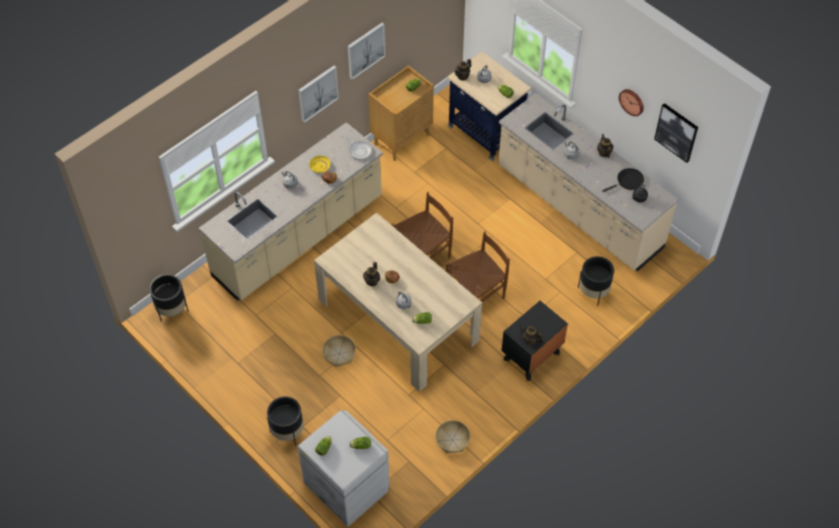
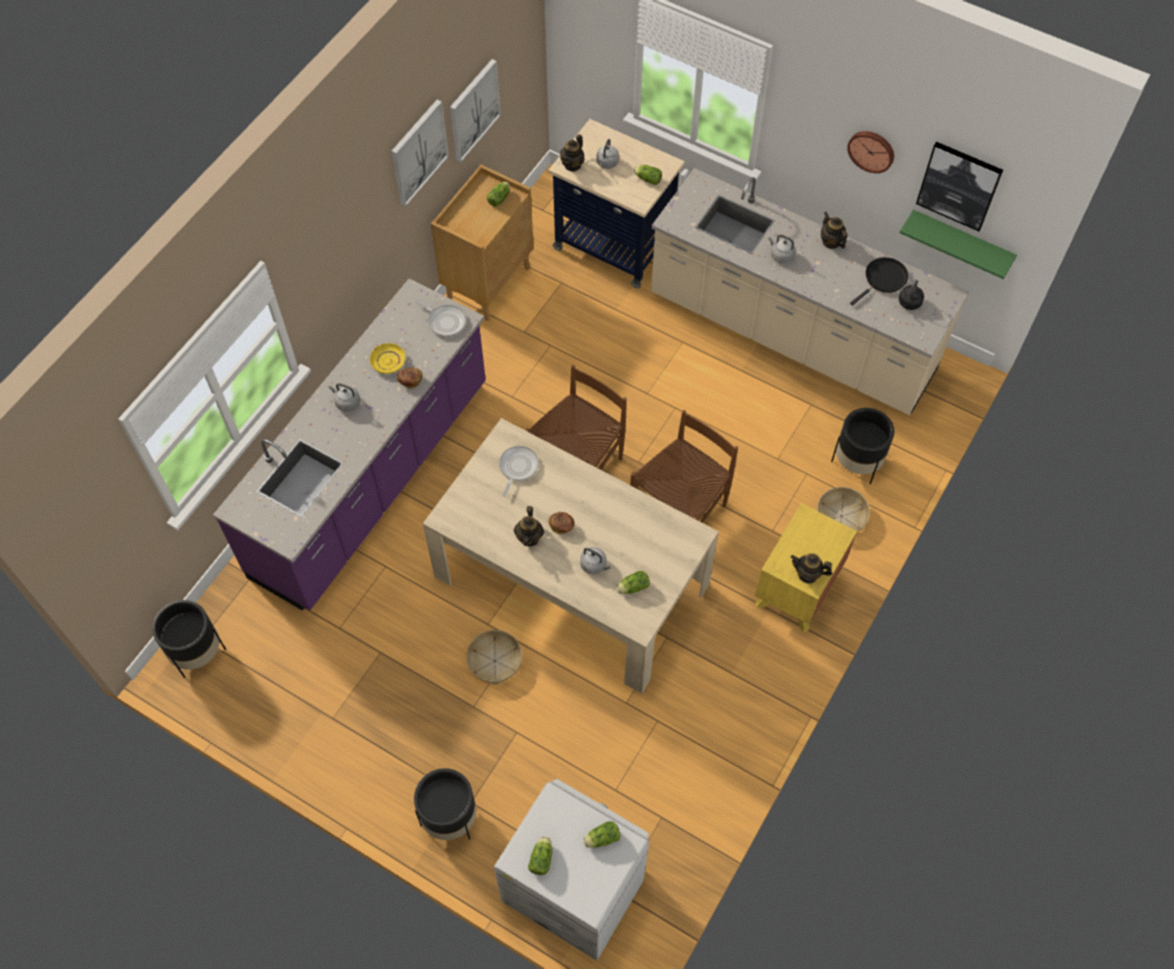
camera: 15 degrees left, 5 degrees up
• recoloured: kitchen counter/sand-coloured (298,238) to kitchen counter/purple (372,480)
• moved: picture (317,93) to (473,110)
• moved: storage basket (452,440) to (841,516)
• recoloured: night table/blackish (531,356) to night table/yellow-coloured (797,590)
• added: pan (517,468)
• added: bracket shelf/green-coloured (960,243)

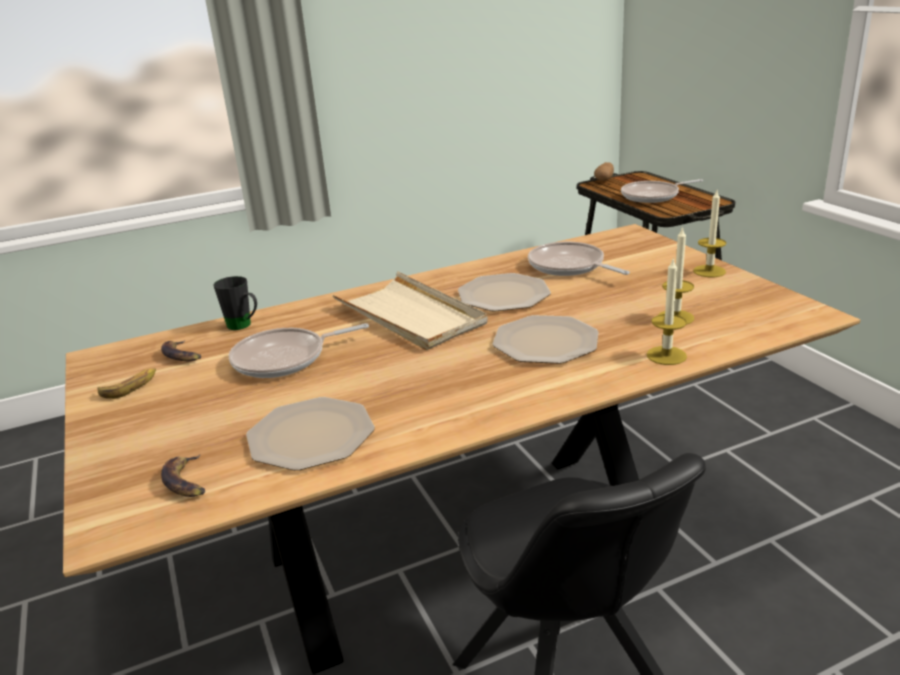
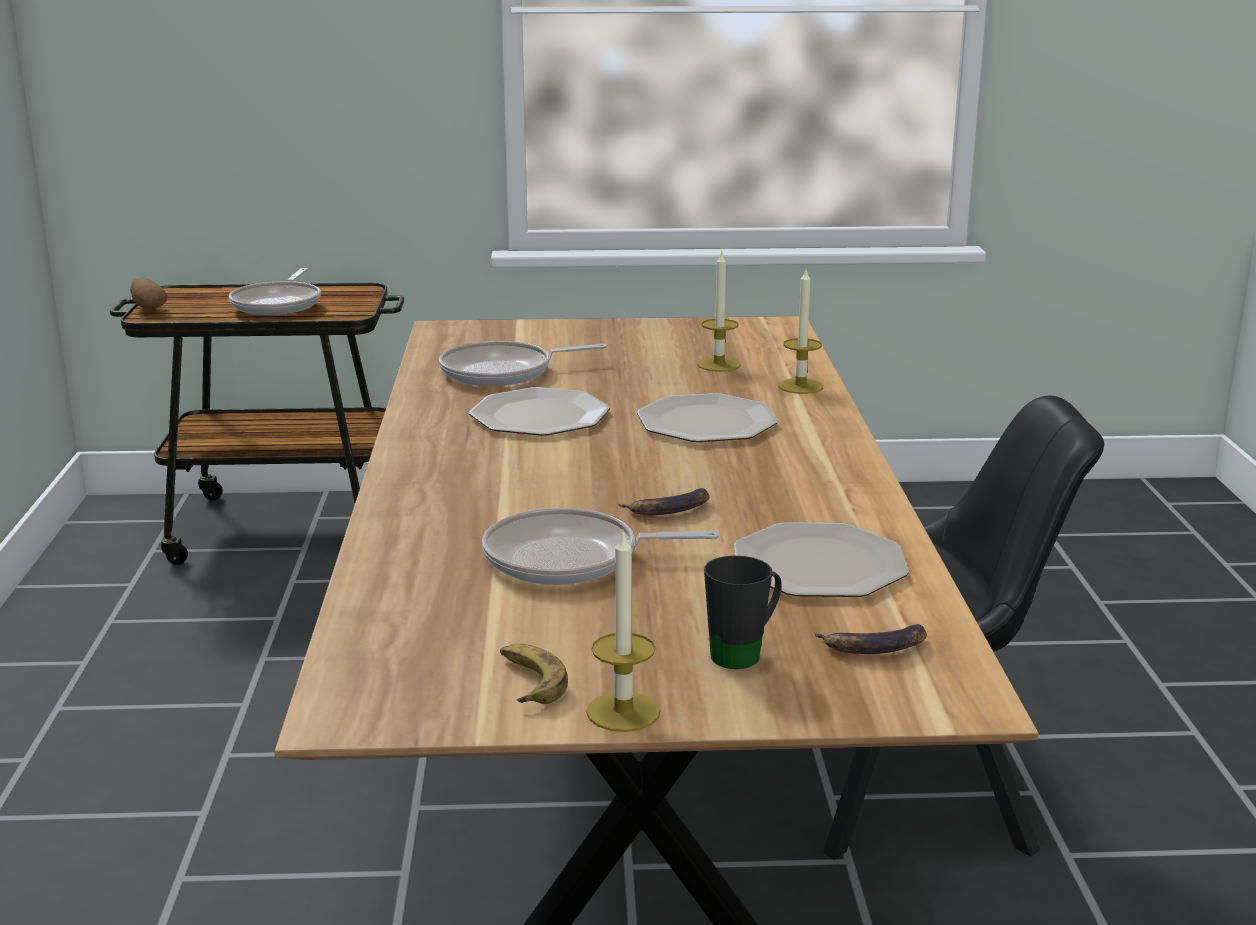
camera: 70 degrees left, 5 degrees down
• moved: whole banana (182,355) to (669,509)
• moved: tea mug/blackish (244,326) to (745,653)
• turned: pan (285,359) = (570,559) 90 degrees clockwise
• removed: serving tray/sand-coloured (410,315)
• moved: wax candle (709,271) to (623,712)

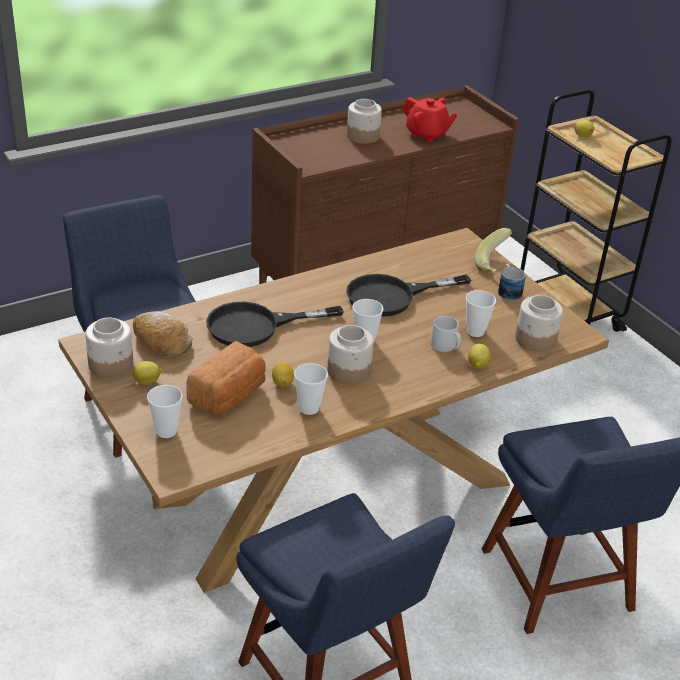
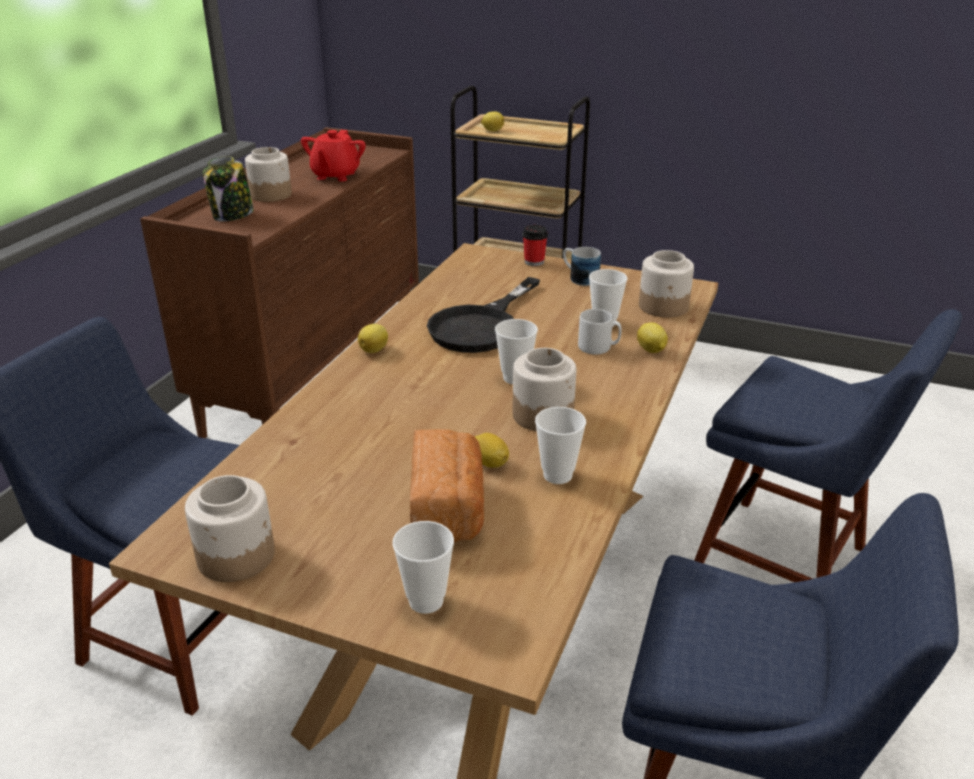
camera: 35 degrees left, 5 degrees down
• removed: bakery bread (161,341)
• moved: lemon (147,381) to (374,350)
• removed: pan/blackish (256,326)
• turned: tea pot/red (427,134) = (335,176) 105 degrees clockwise
• replaced: whole banana (494,264) to cup (534,262)
• added: jar (232,215)

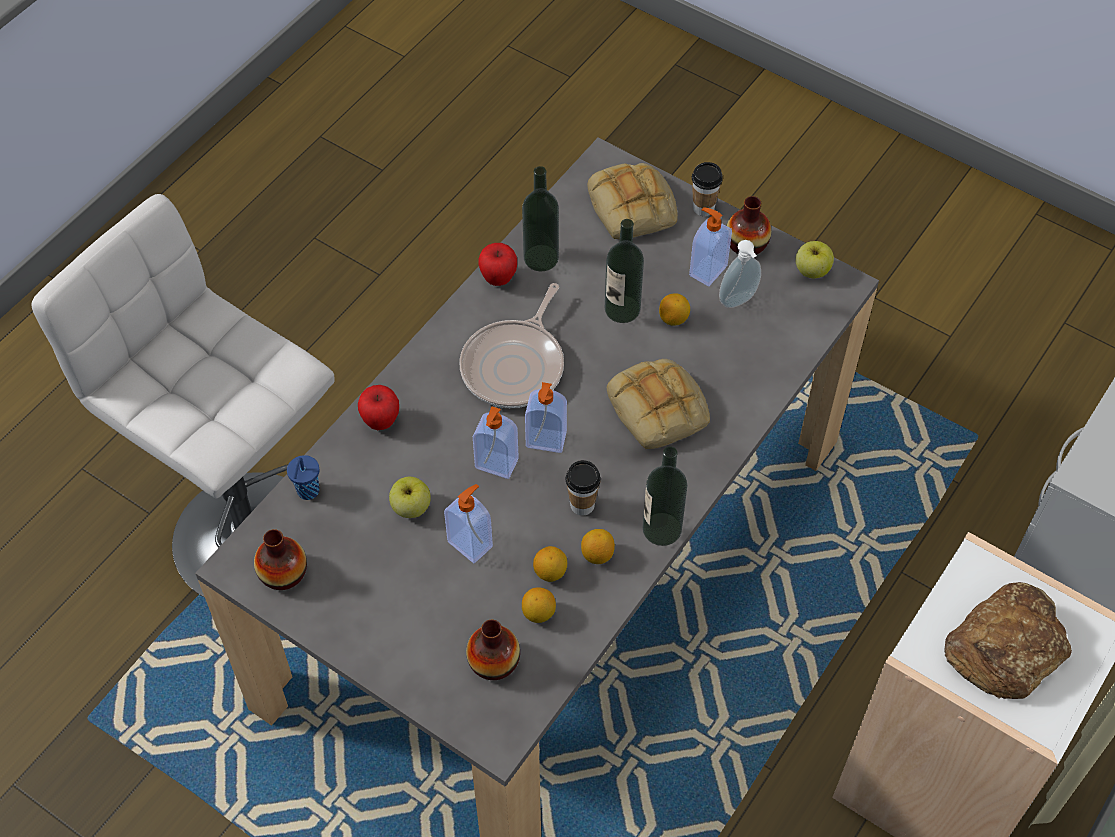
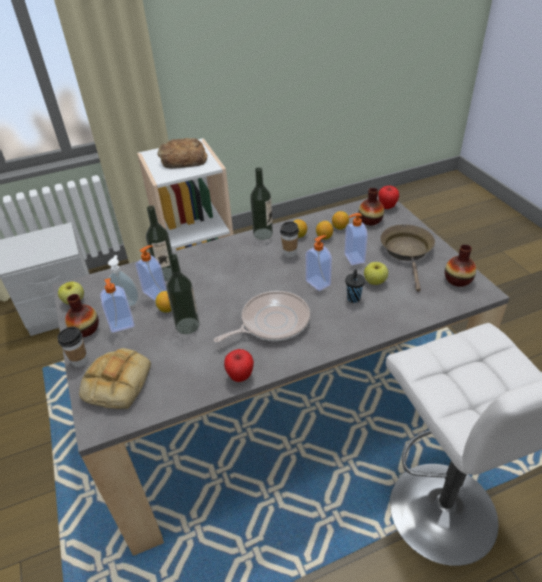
camera: 145 degrees left, 15 degrees down
• removed: cup/bluish (307,492)
• moved: whole apple (381,421) to (387,207)
• moved: beverage bottle (541,258) to (166,274)
• moved: liquid soap bottle (546,441) to (155,292)
• removed: bakery bread (660,409)
• added: cup/blackish (353,299)
• added: pan/brown (407,252)

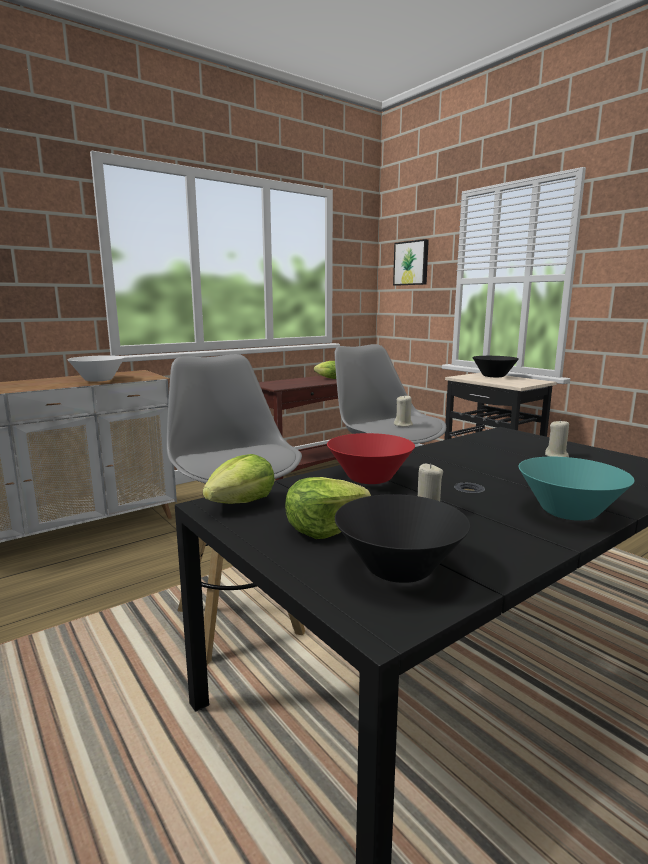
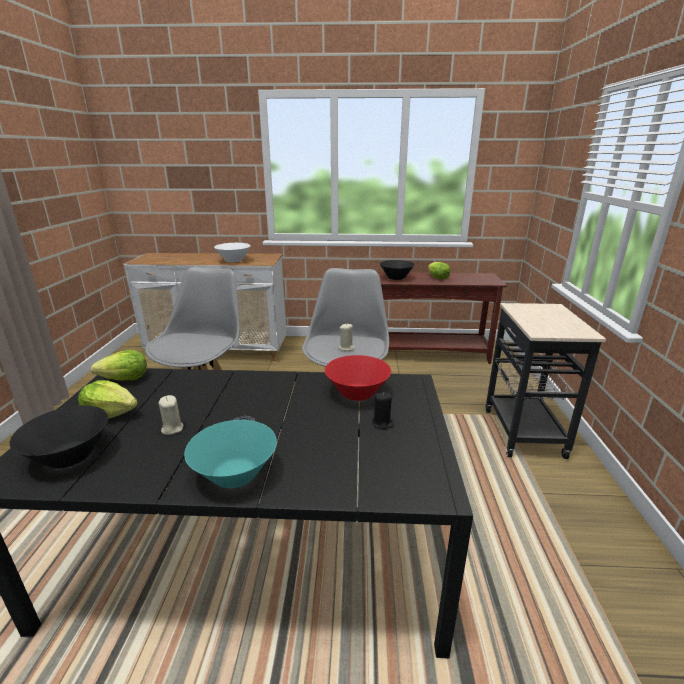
camera: 40 degrees right, 10 degrees up
• moved: serving bowl/red (369,478) to (357,393)
• removed: picture (411,263)
• moved: serving bowl/blackish (493,376) to (396,278)
• recoloured: wax candle/sand-coloured (556,455) to wax candle/blackish (382,423)

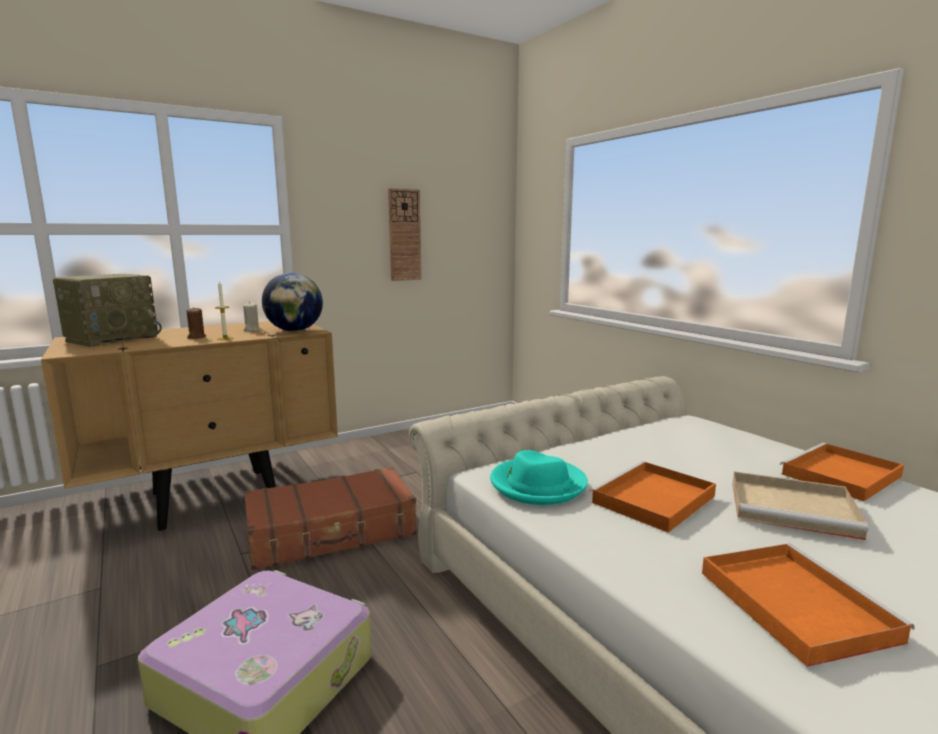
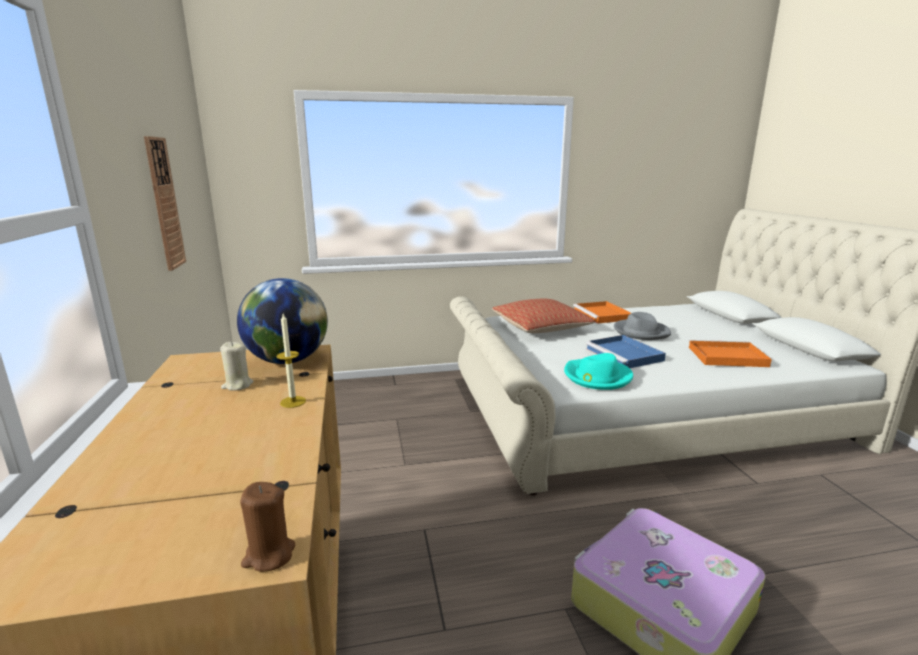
camera: 70 degrees left, 5 degrees up
• removed: radio receiver (113,339)
• moved: wax candle/brown (196,337) to (269,555)
• removed: piece of luggage/brown (332,532)
• recoloured: serving tray/orange-coloured (653,500) to serving tray/bluish (625,355)
• replaced: serving tray/sand-coloured (795,509) to clothing hat/greyish (641,332)
• added: pillow (541,328)

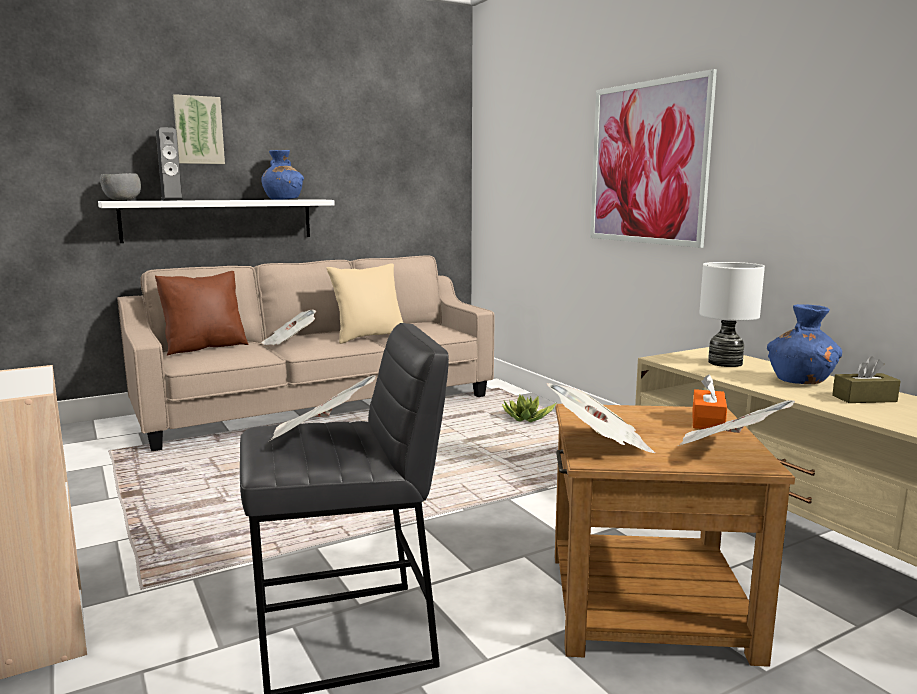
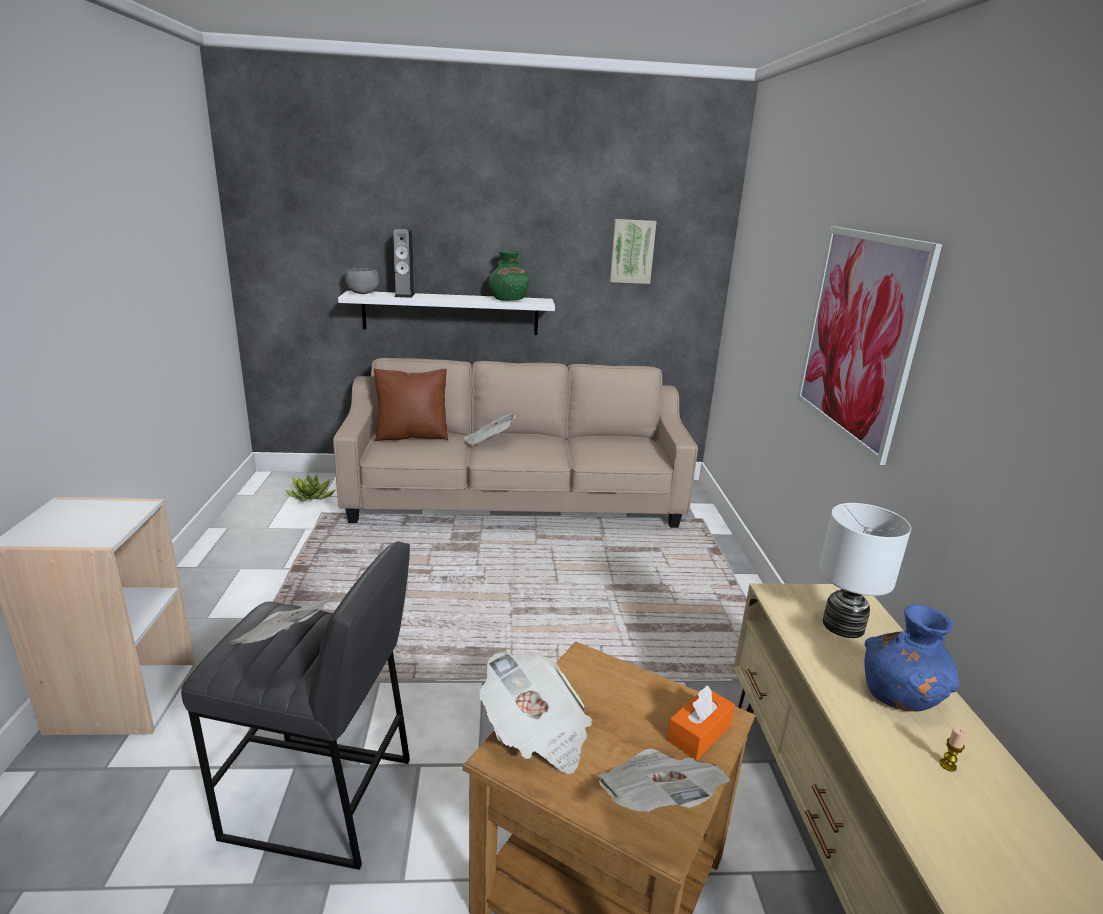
camera: 25 degrees right, 10 degrees up
• moved: picture (198,130) to (632,251)
• recoloured: vase/bluish (283,199) to vase/green-coloured (508,299)
• removed: pillow/sand-coloured (369,337)
• moved: potted plant (527,419) to (311,498)
• replaced: tissue holder/brown (864,398) to wax candle (947,765)

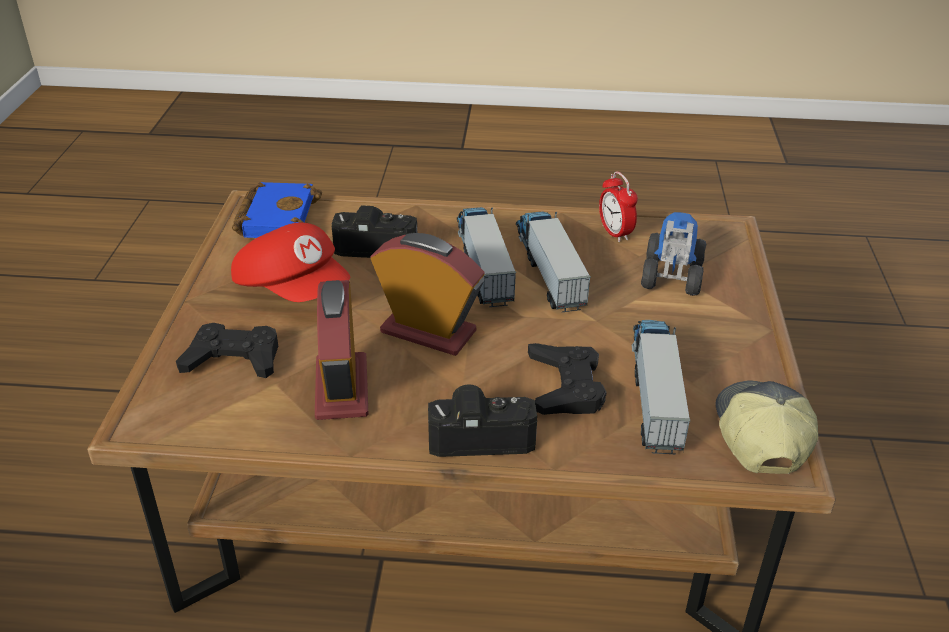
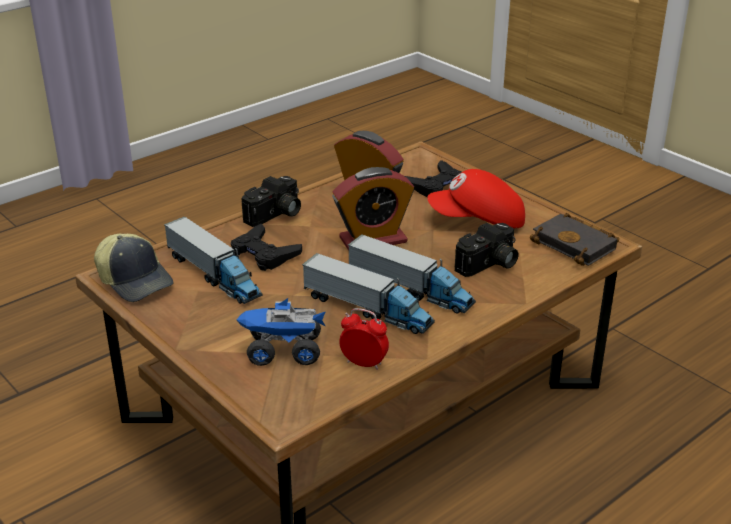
camera: 135 degrees right, 5 degrees down
• recoloured: bound book/bluish (276,216) to bound book/blackish (577,245)
• turned: toy truck (671,275) = (283,352) 120 degrees clockwise

